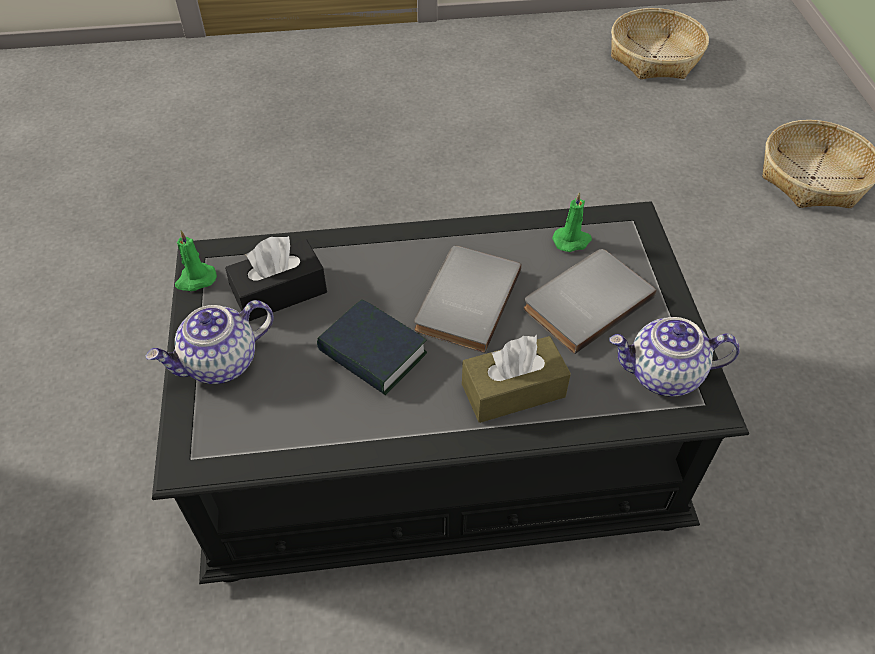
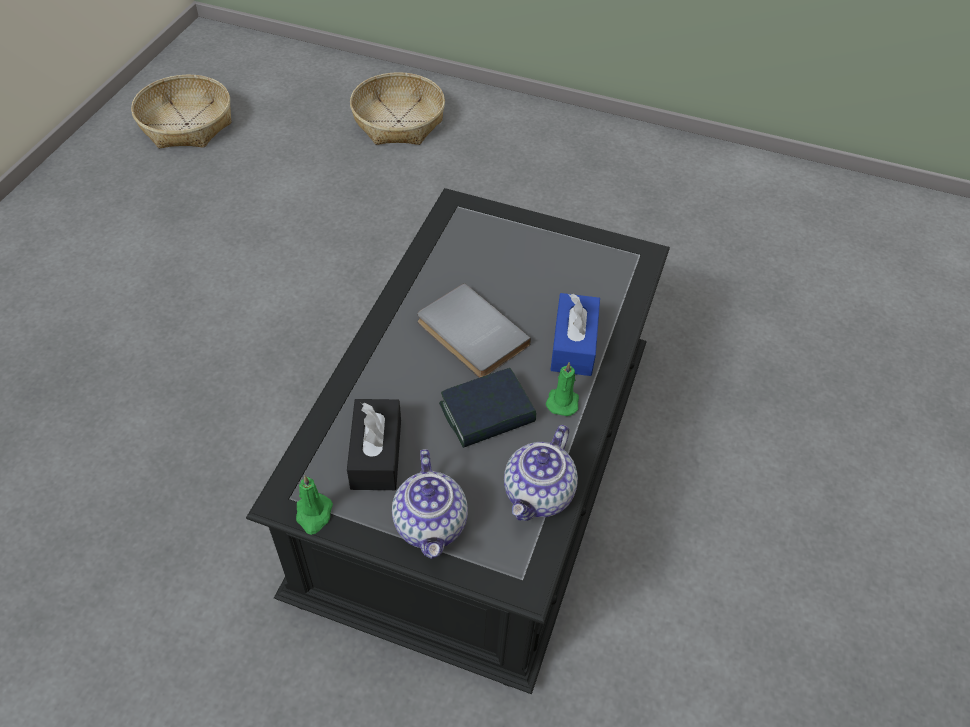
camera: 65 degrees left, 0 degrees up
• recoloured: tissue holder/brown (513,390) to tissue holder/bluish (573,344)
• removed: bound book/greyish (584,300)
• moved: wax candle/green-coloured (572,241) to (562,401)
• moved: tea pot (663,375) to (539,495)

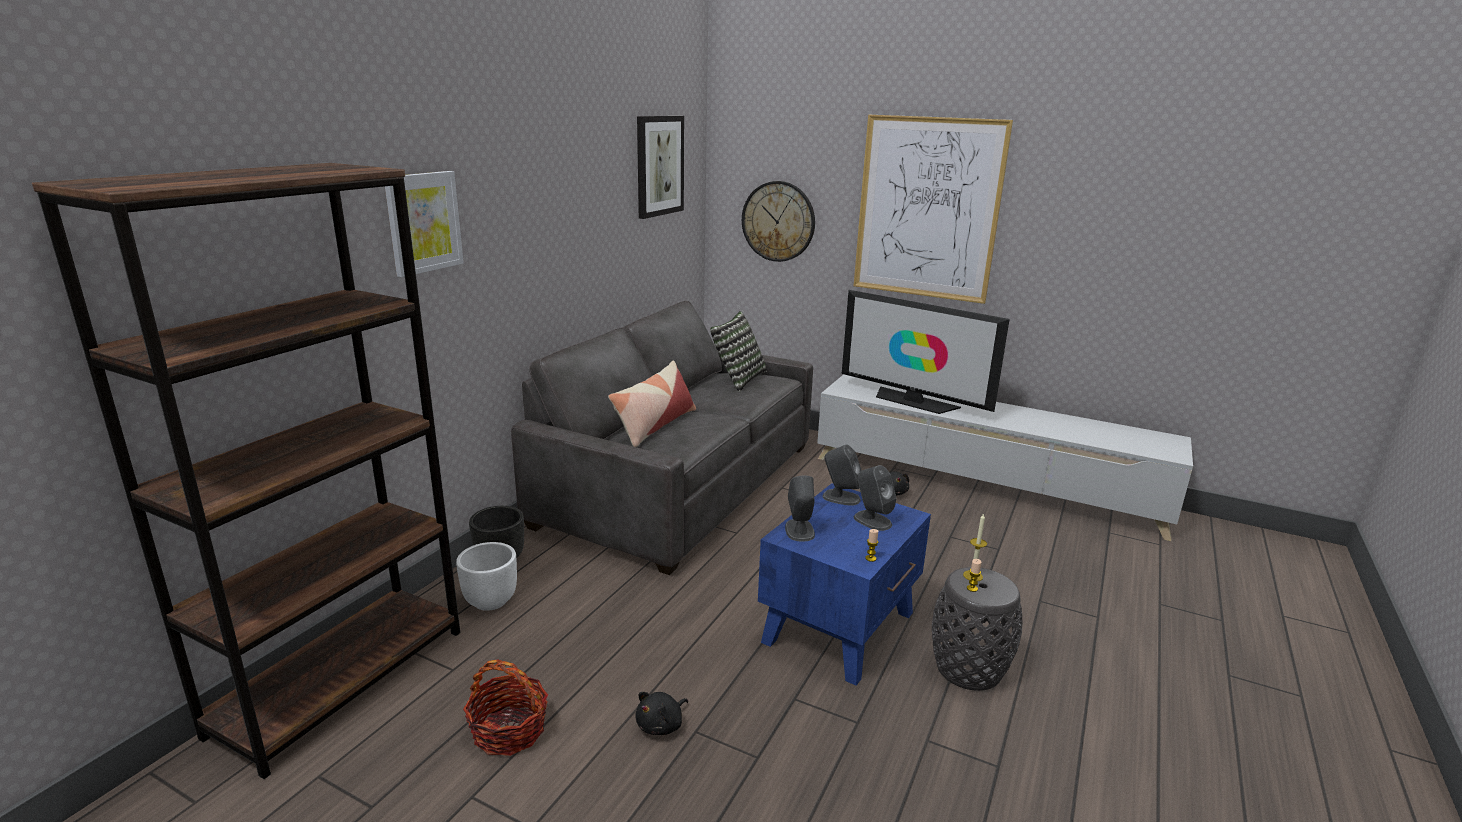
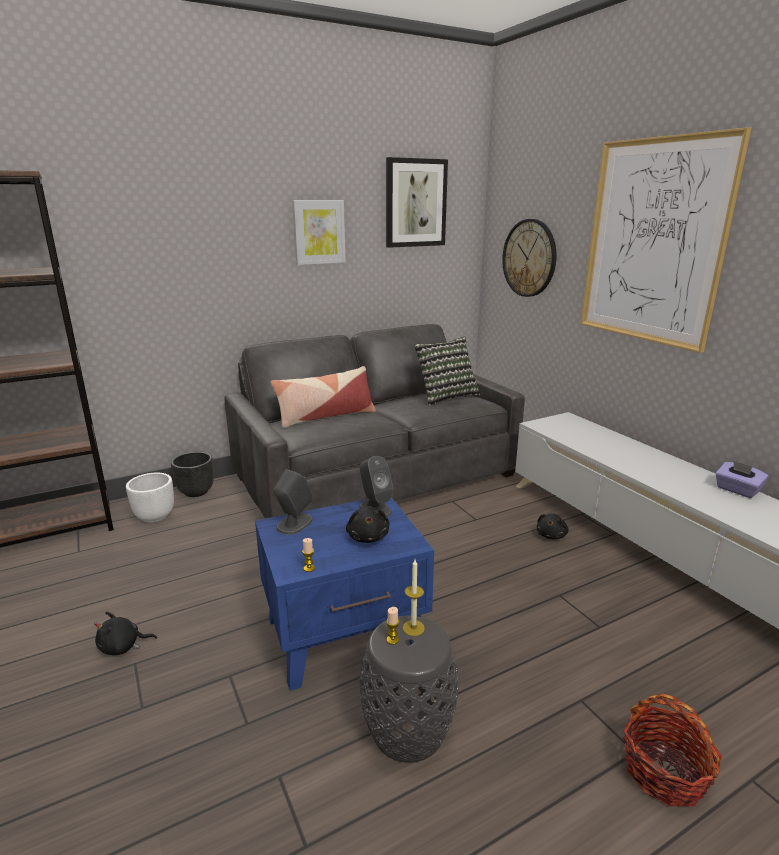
camera: 35 degrees right, 0 degrees up
• moved: picture (423,222) to (319,232)
• moved: storage basket (509,730) to (664,772)
• removed: TV (913,401)
• replaced: speaker/greyish (872,520) to soft toy/blackish (368,536)
• added: tissue holder/purple (737,490)

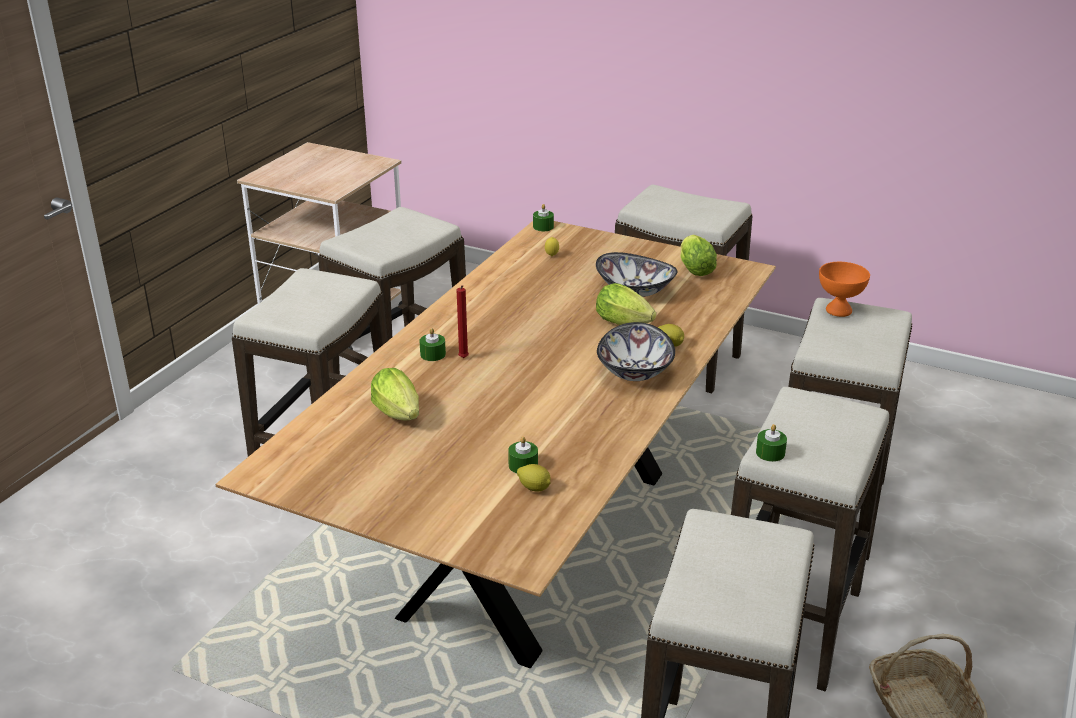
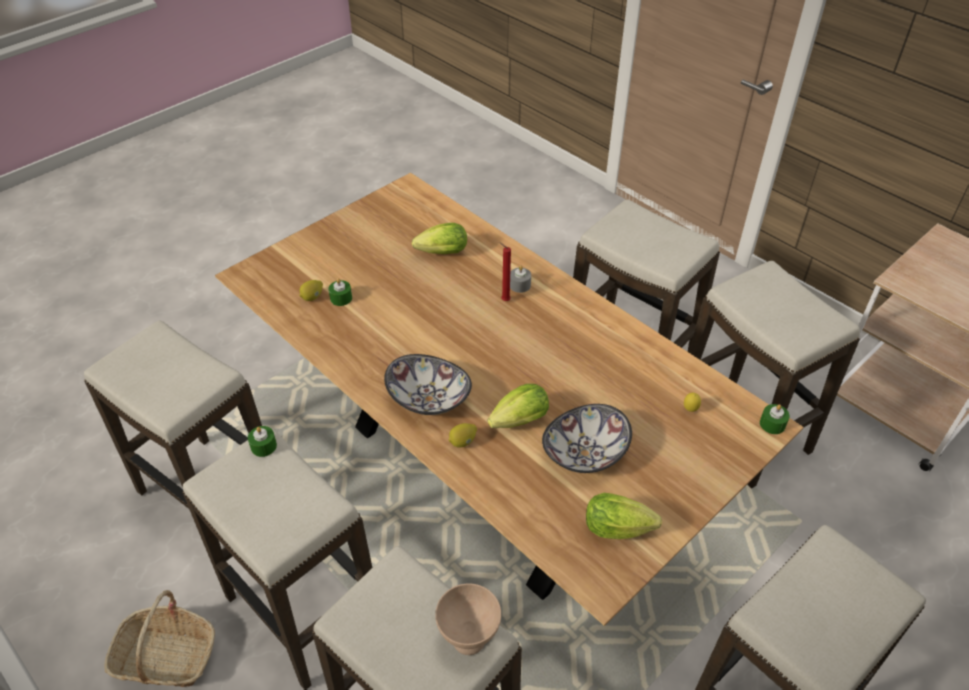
camera: 110 degrees right, 15 degrees up
• recoloured: wax candle/green-coloured (433,354) to wax candle/greyish (520,285)
• recoloured: serving bowl/orange-coloured (838,310) to serving bowl/sand-coloured (470,638)

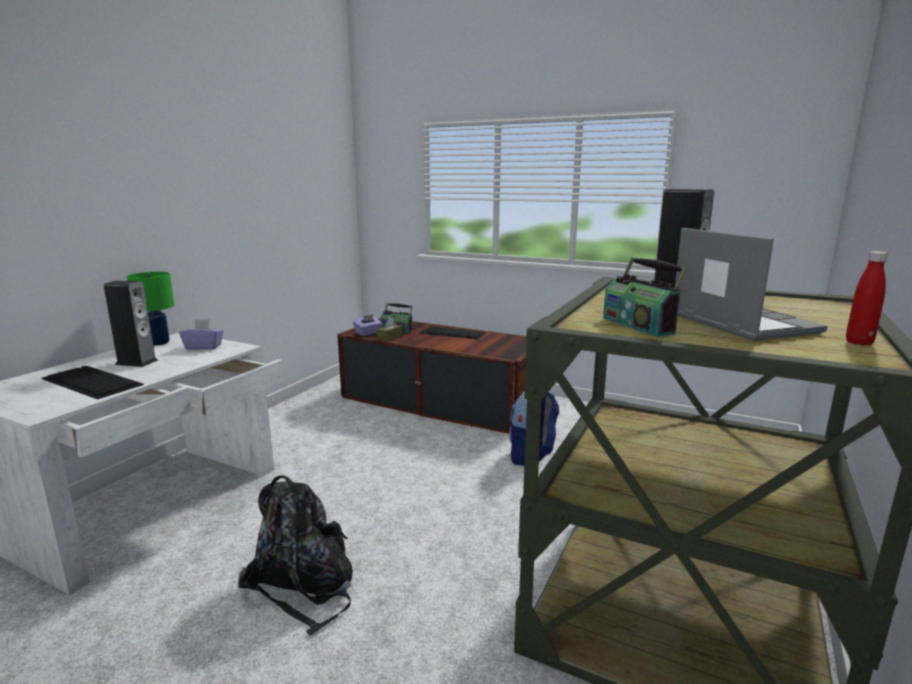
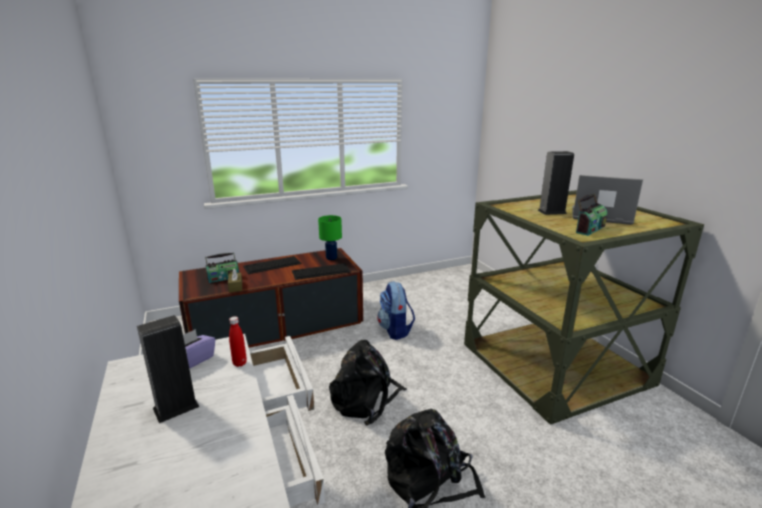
camera: 50 degrees left, 5 degrees up
• moved: computer keyboard (90,381) to (320,271)
• moved: lamp for a table/green-coloured (158,343) to (331,258)
• removed: tissue holder/purple (368,333)
• turned: radio receiver (639,325) = (589,229) 60 degrees counterclockwise
• moved: beverage bottle/red (859,342) to (239,363)
• added: knapsack/blackish (366,399)

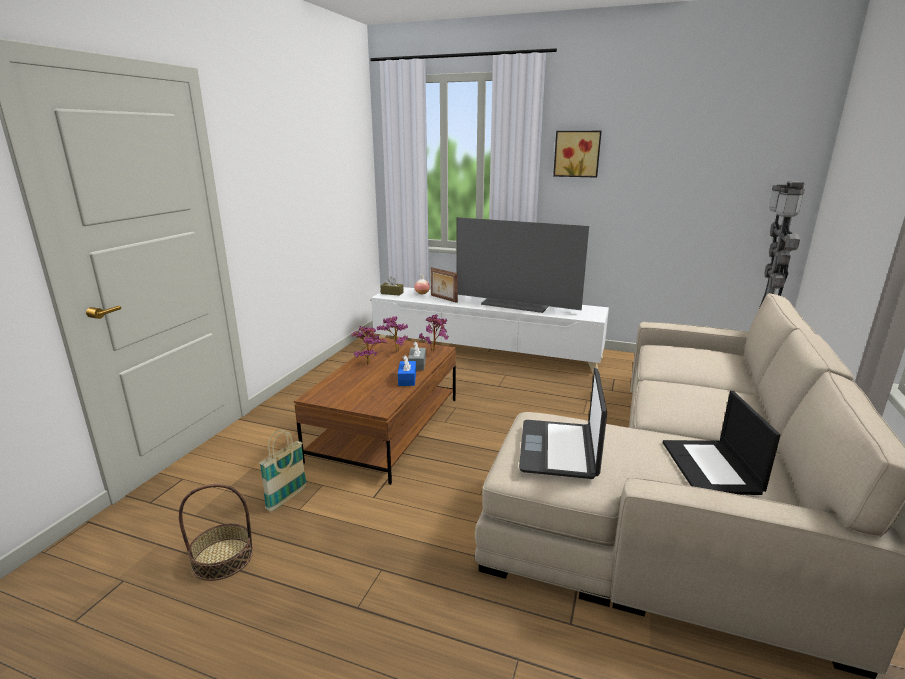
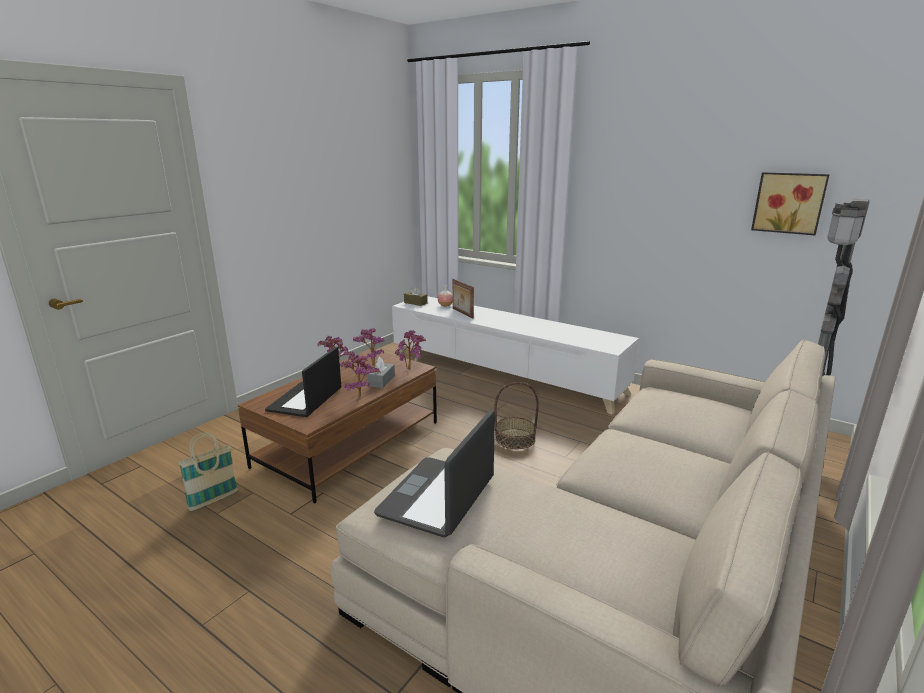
camera: 15 degrees right, 0 degrees up
• moved: storage basket (223,558) to (515,438)
• replaced: tissue holder/bluish (407,379) to potted plant (359,395)
• removed: TV (517,304)
• moved: picture (577,154) to (789,203)
• moved: laptop (711,467) to (305,400)

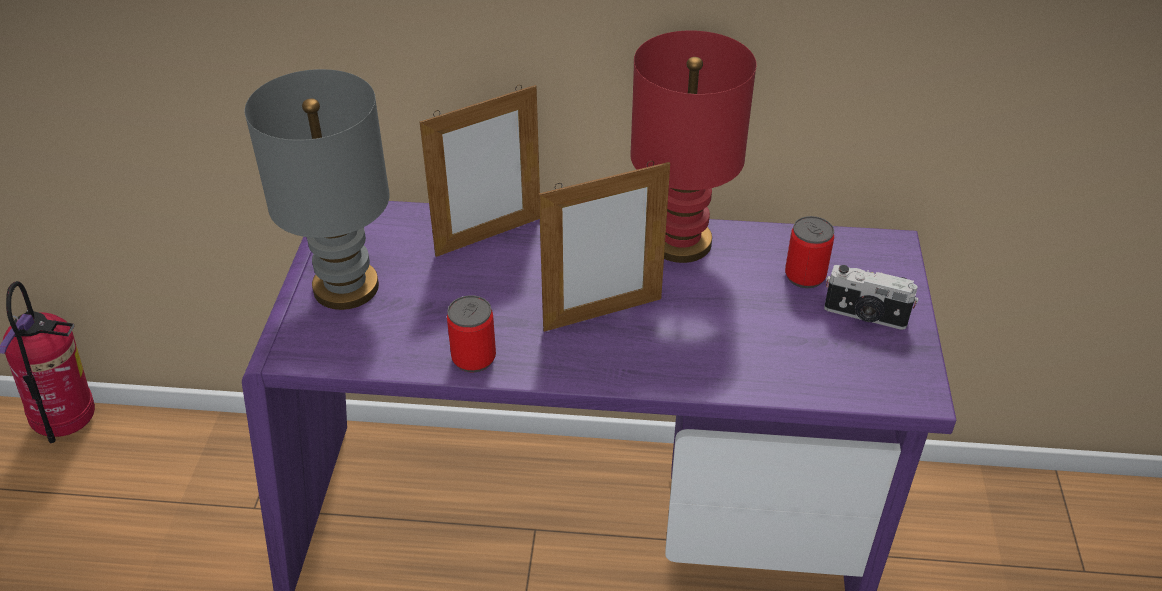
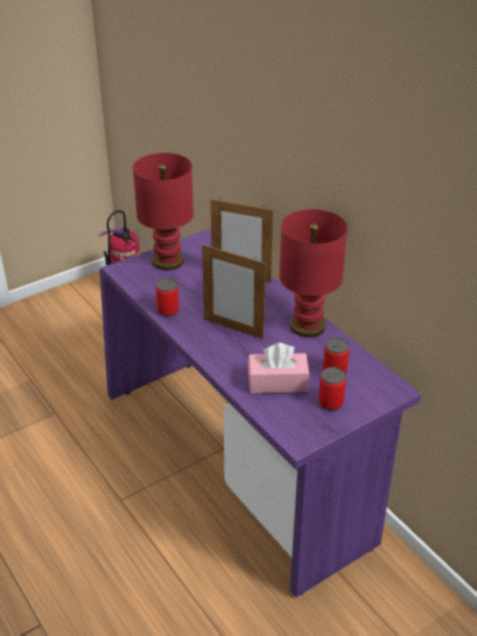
camera: 50 degrees right, 5 degrees down
• recoloured: lamp for a table/greyish (345,286) to lamp for a table/red (168,261)
• replaced: photo camera (865,316) to metal can (330,403)
• added: tissue holder/pinkish (277,382)

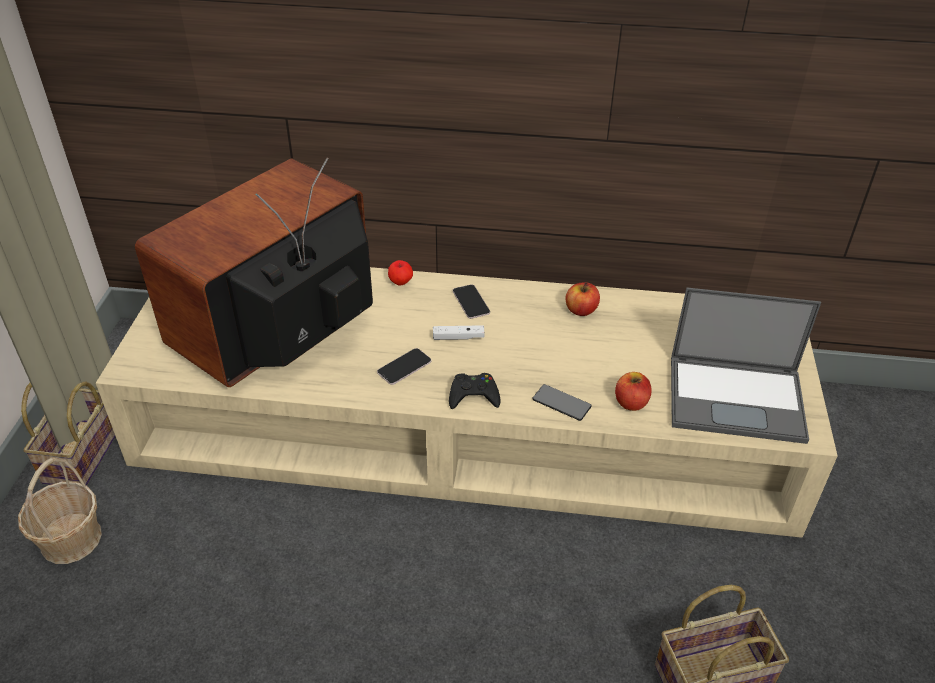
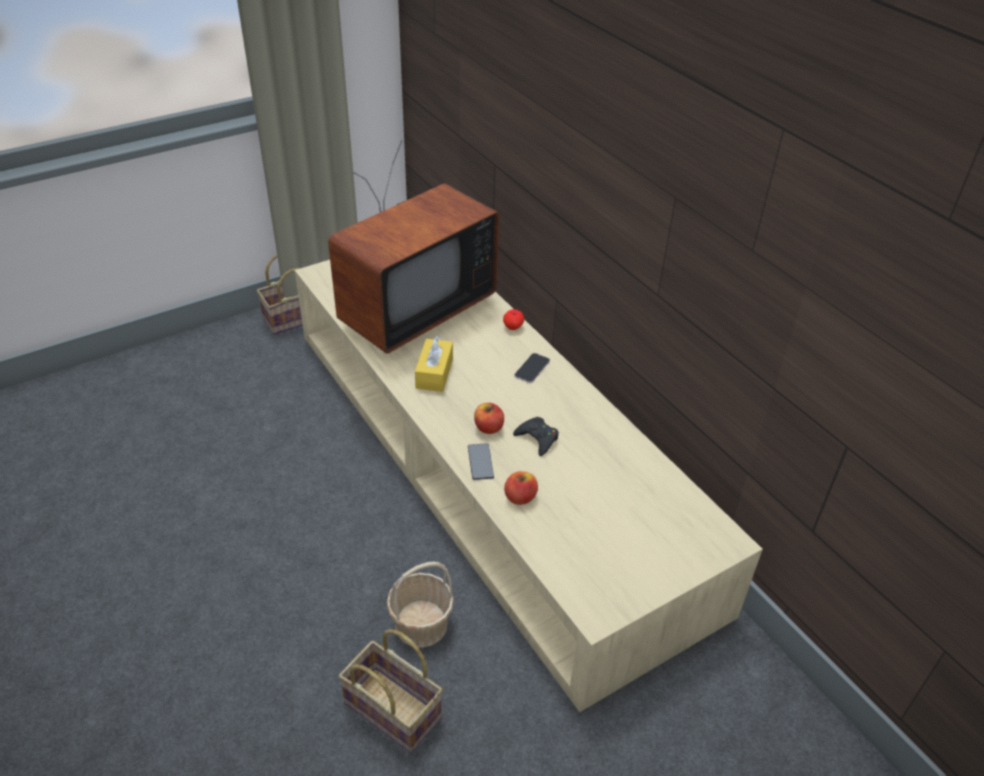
camera: 50 degrees right, 0 degrees up
• moved: storage basket (70,539) to (420,624)
• turned: TV (284,332) = (409,309) 135 degrees clockwise
• replaced: telephone (404,367) to tissue holder/yellow-coloured (434,373)
• removed: joypad/whitish (458,337)
• moved: joypad/blackish (473,395) to (537,438)
• moved: whole apple (581,310) to (488,428)
• removed: laptop (737,398)

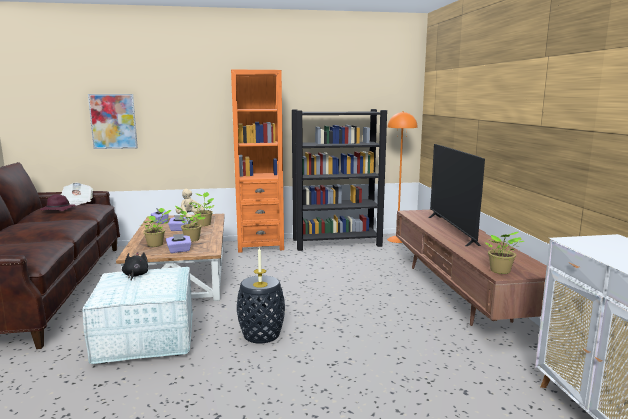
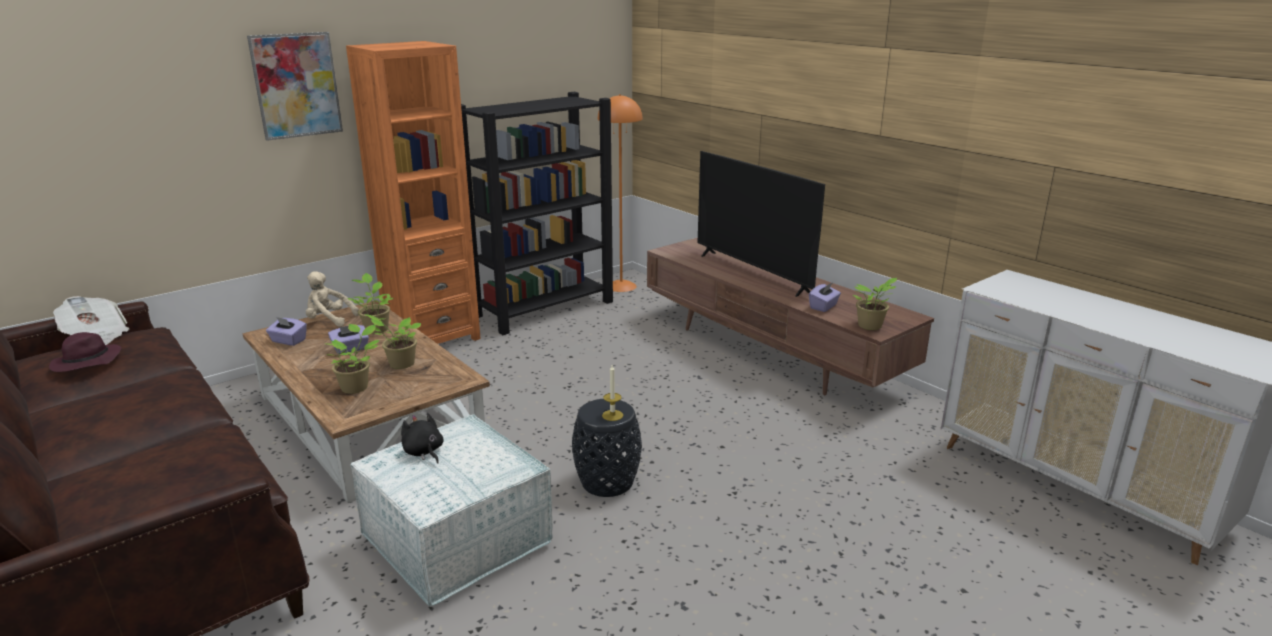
camera: 30 degrees left, 10 degrees up
• moved: picture (113,121) to (296,85)
• moved: tissue holder/purple (179,250) to (823,307)

